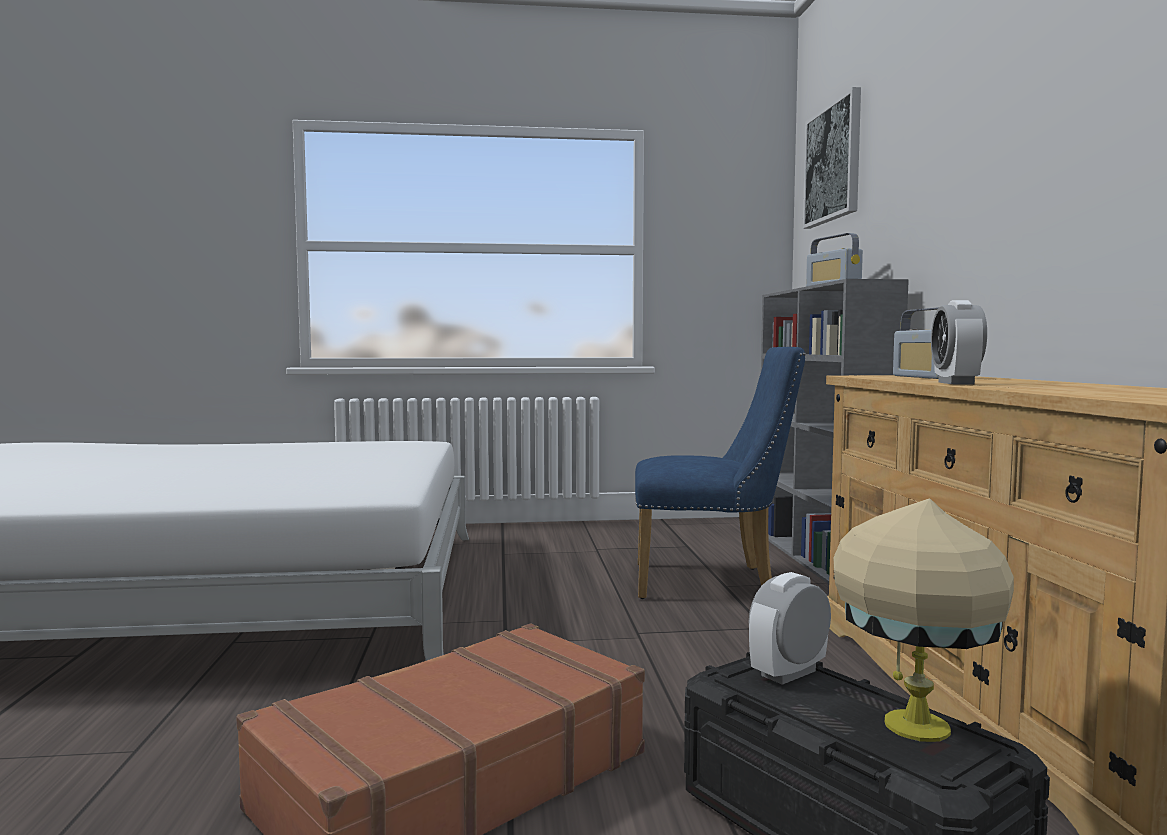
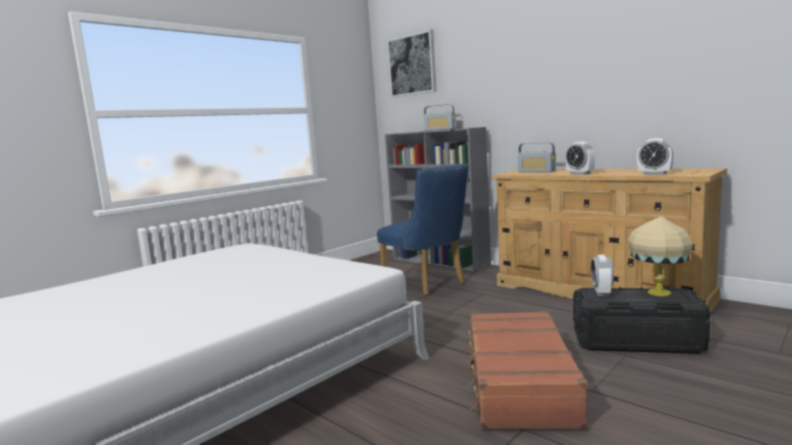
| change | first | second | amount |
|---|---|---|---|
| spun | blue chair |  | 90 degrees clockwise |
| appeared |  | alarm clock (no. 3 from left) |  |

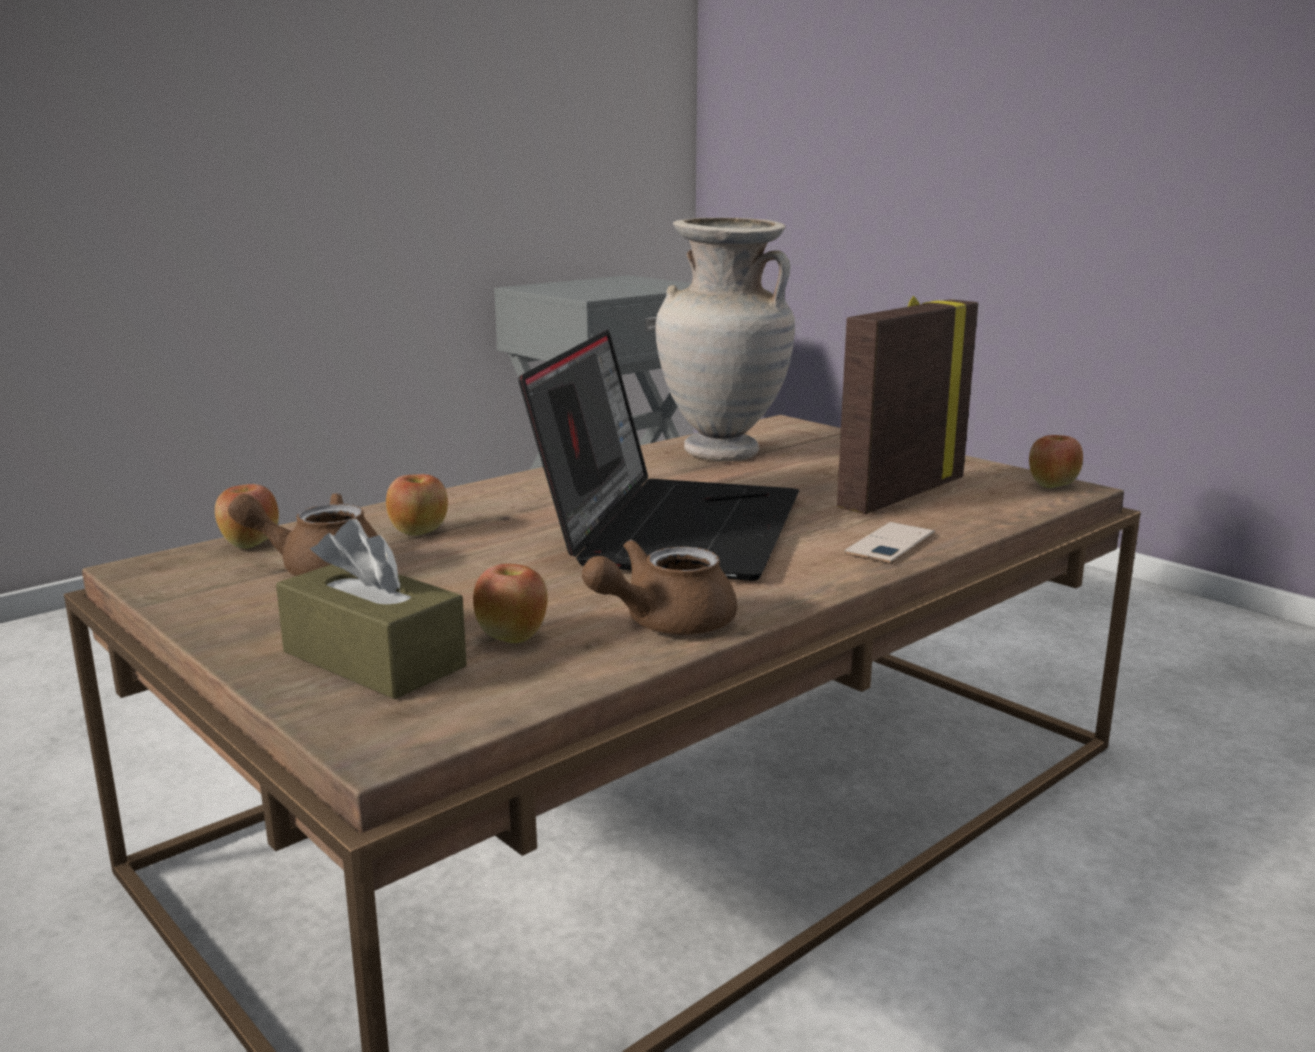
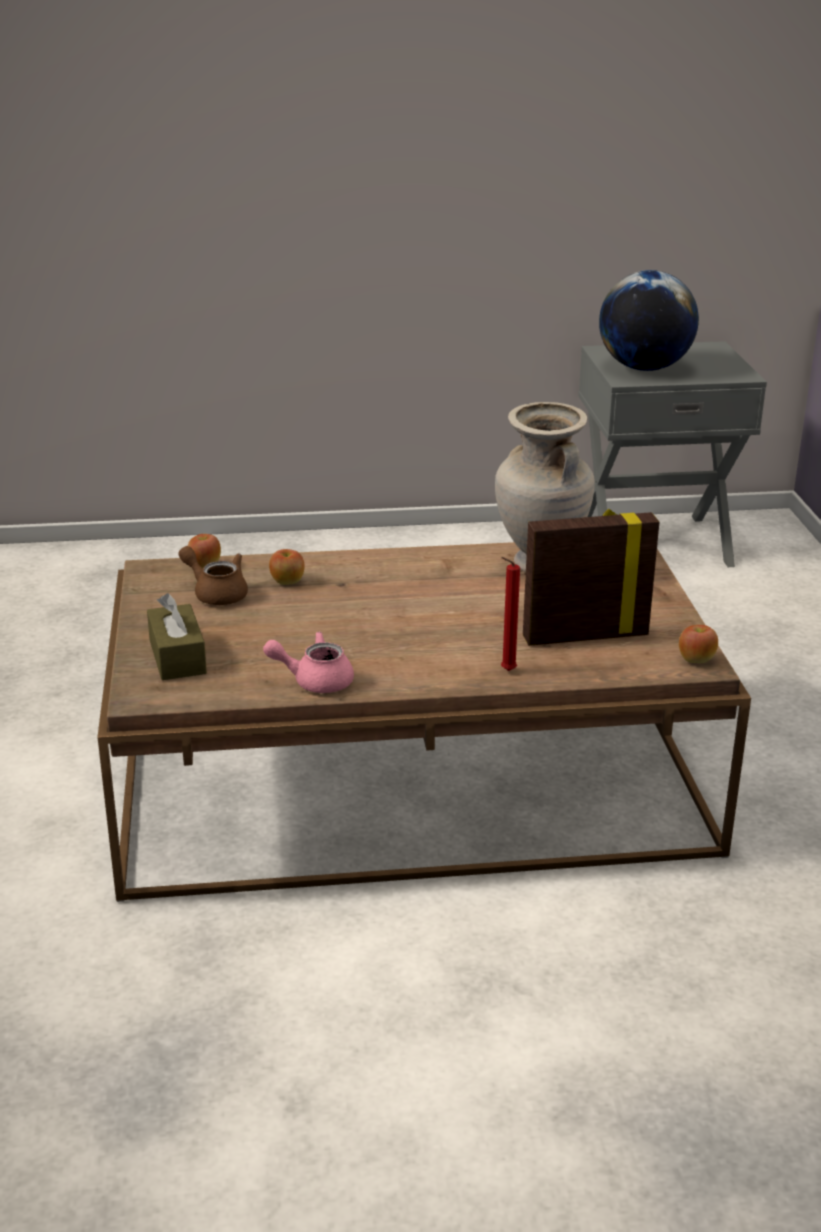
| change | first | second | amount |
|---|---|---|---|
| colour | brown teapot (no. 2 from left) | pink teapot |  |
| exchanged | phone | red candle |  |
| appeared |  | globe |  |
| missing | apple (no. 3 from left) |  |  |
| missing | laptop |  |  |

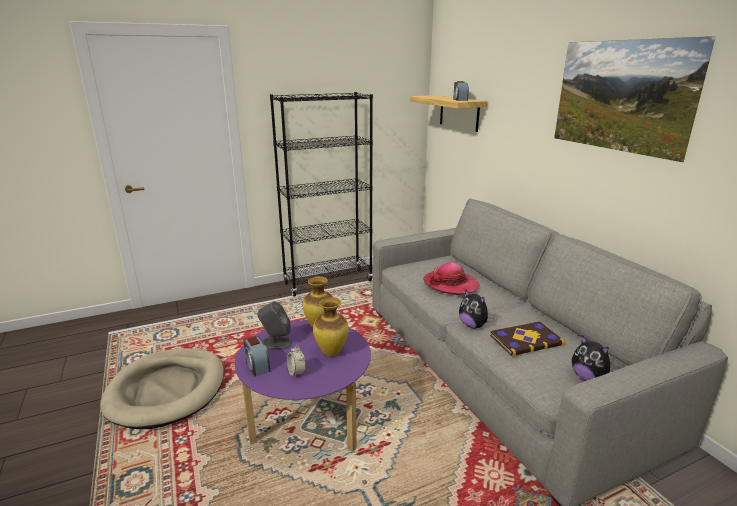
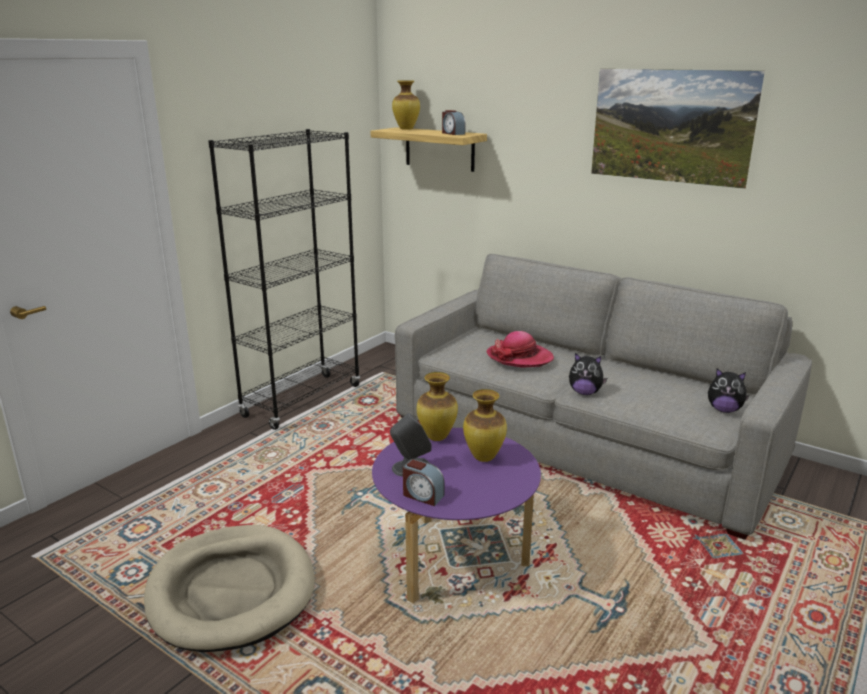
| change | first | second | amount |
|---|---|---|---|
| appeared |  | vase (no. 1 from left) |  |
| missing | alarm clock (no. 2 from left) |  |  |
| missing | book |  |  |

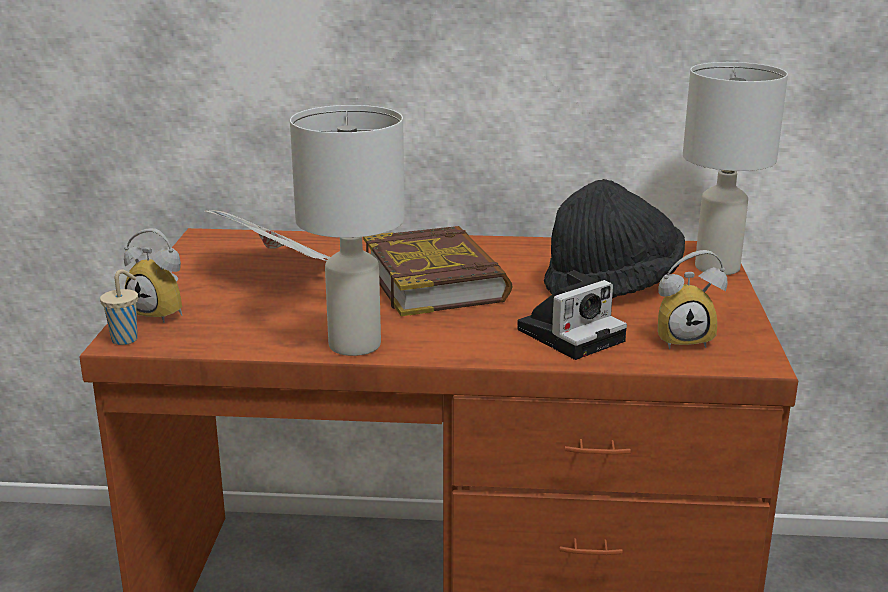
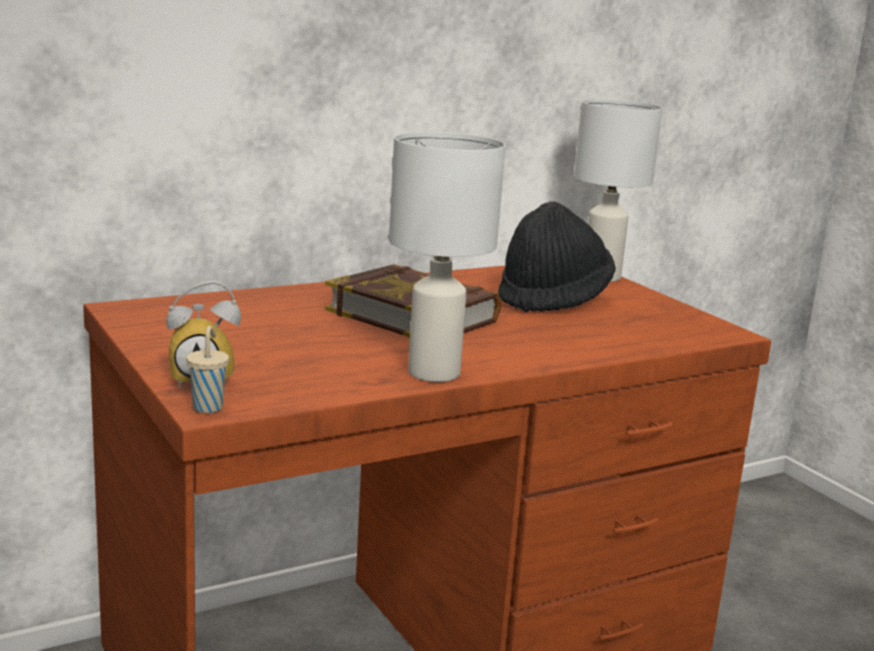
| change | first | second | amount |
|---|---|---|---|
| missing | newspaper |  |  |
| missing | photo camera |  |  |
| missing | alarm clock (no. 2 from left) |  |  |

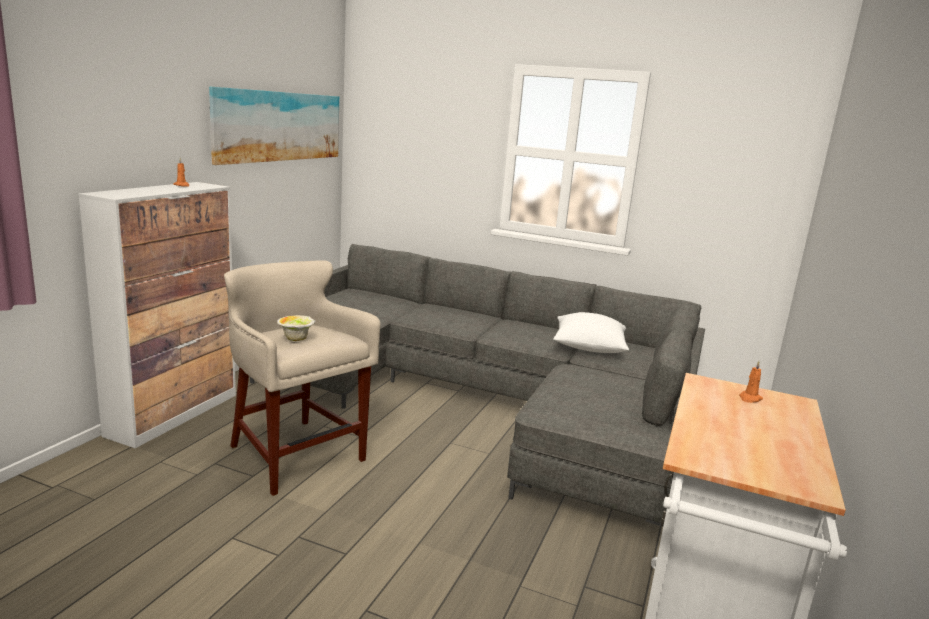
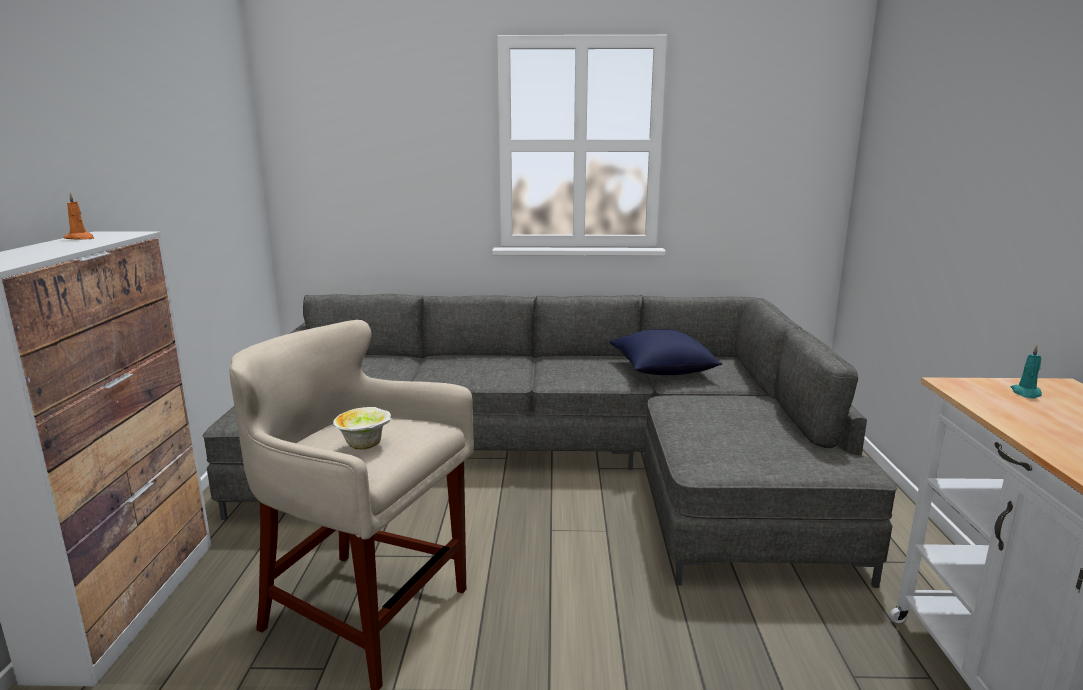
| change | first | second | amount |
|---|---|---|---|
| colour | white pillow | blue pillow |  |
| colour | orange candle (no. 2 from left) | turquoise candle |  |
| missing | picture |  |  |

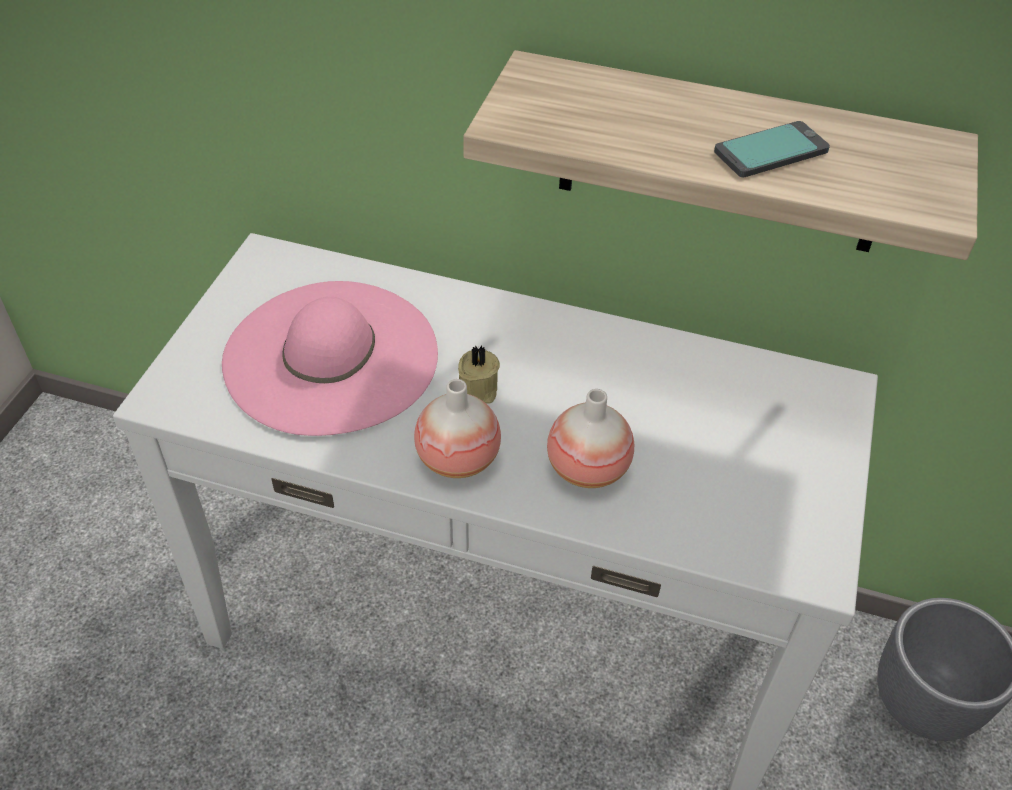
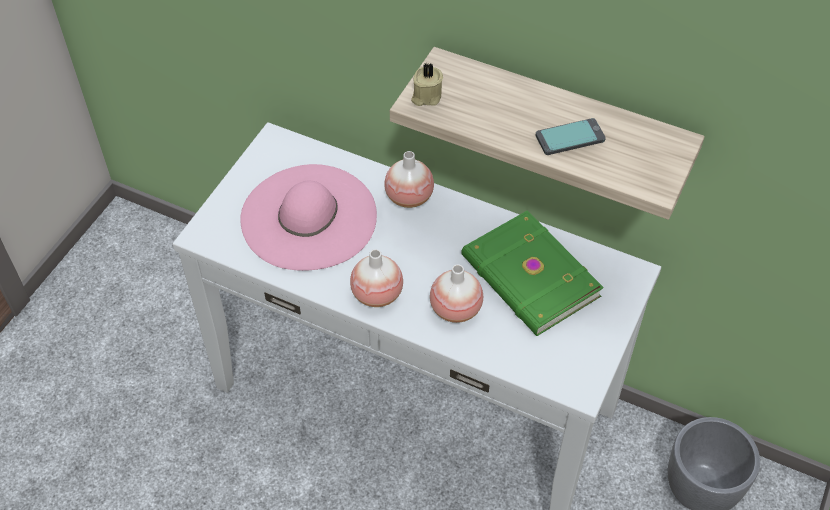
| change | first | second | amount |
|---|---|---|---|
| appeared |  | vase (no. 2 from left) |  |
| relocated | beige candle |  |  |
| appeared |  | green book |  |

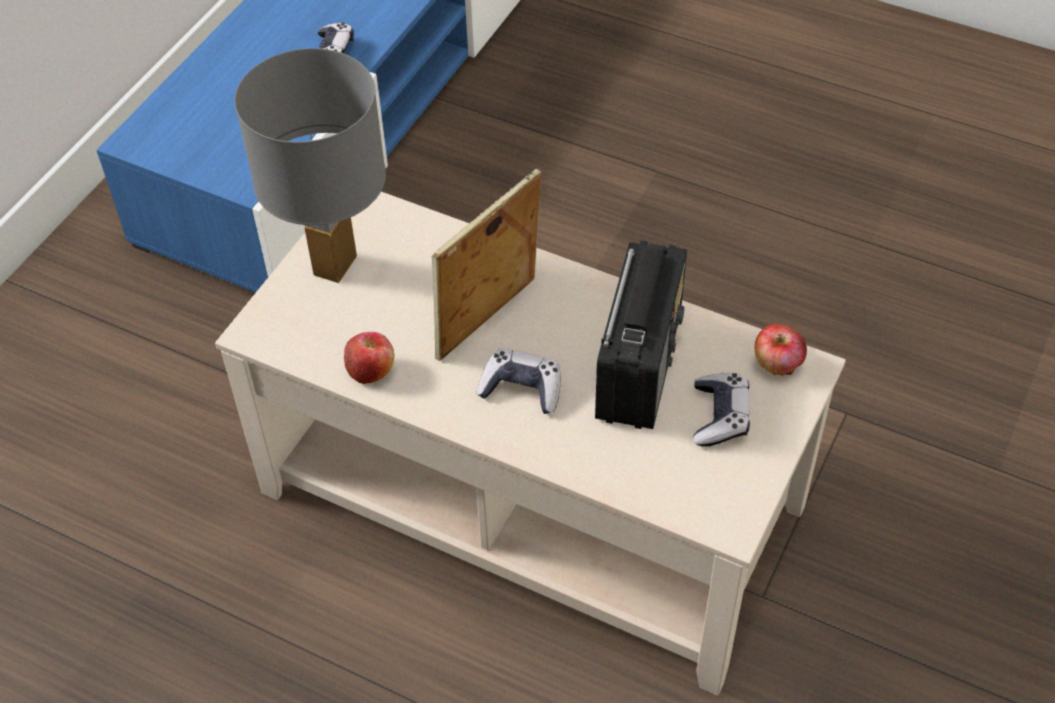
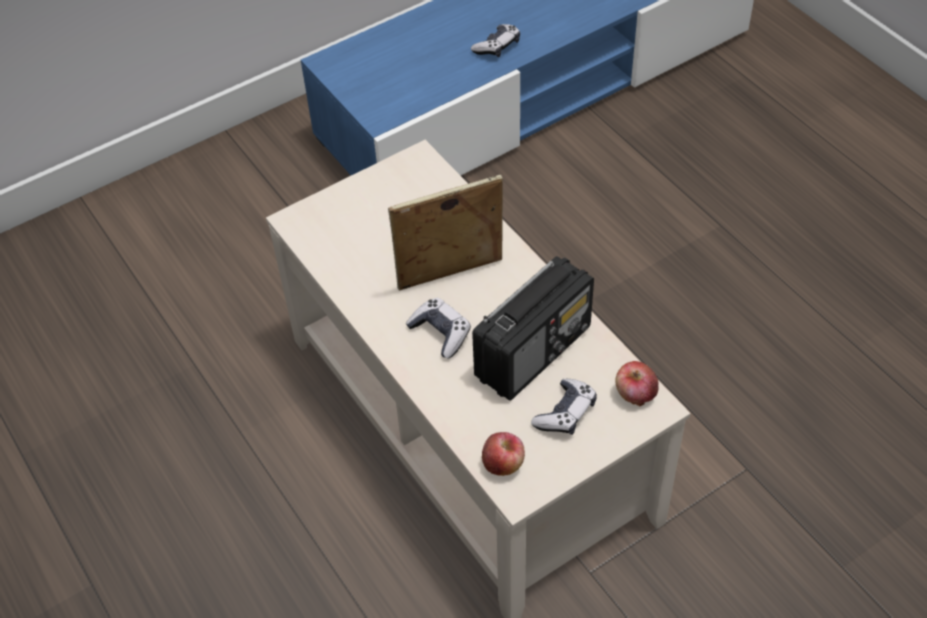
| change | first | second | amount |
|---|---|---|---|
| relocated | apple (no. 1 from left) |  |  |
| missing | grey table lamp |  |  |

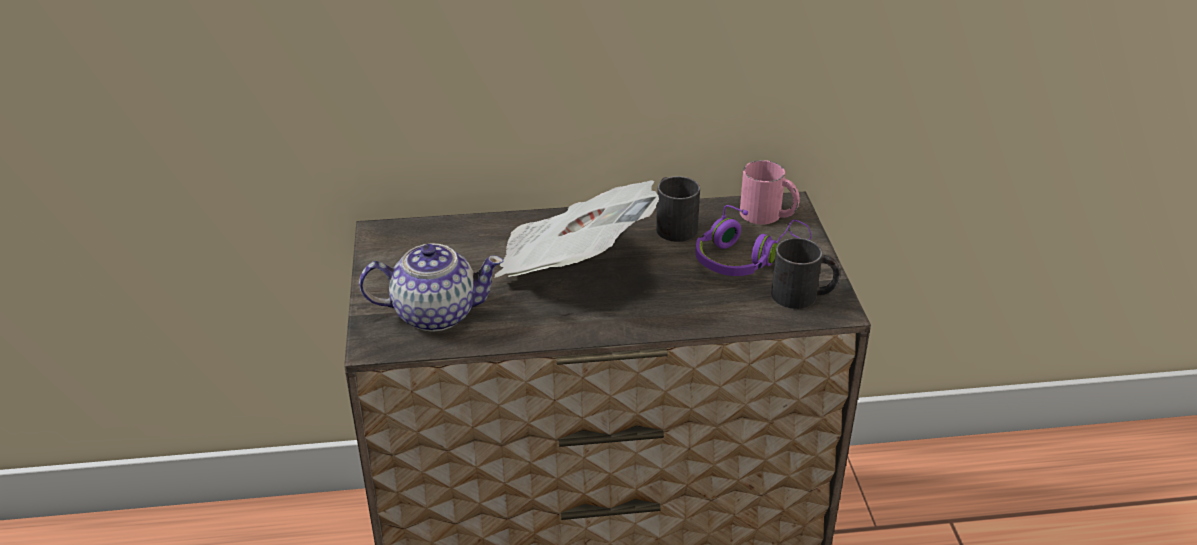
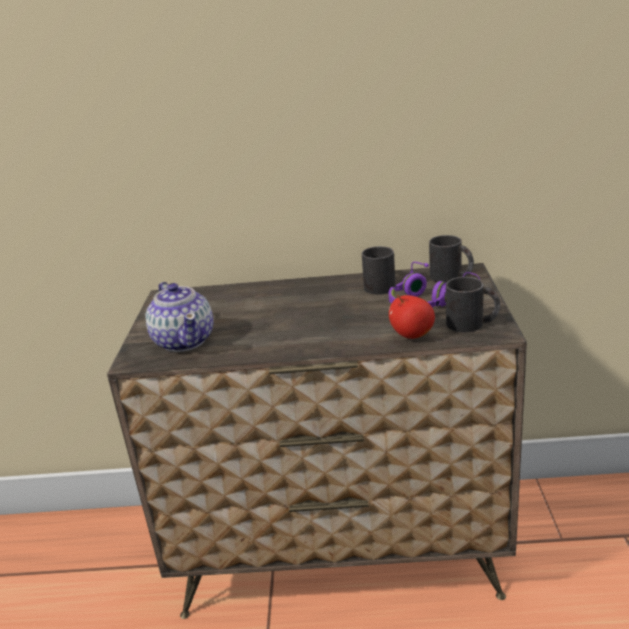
| change | first | second | amount |
|---|---|---|---|
| spun | teapot |  | 60 degrees clockwise |
| appeared |  | apple |  |
| colour | pink mug | black mug (no. 2 from left) |  |
| missing | newspaper |  |  |

